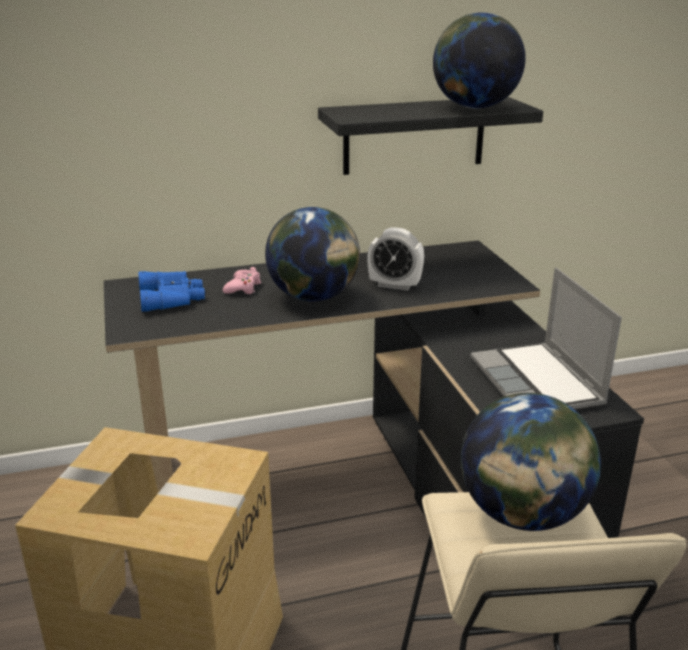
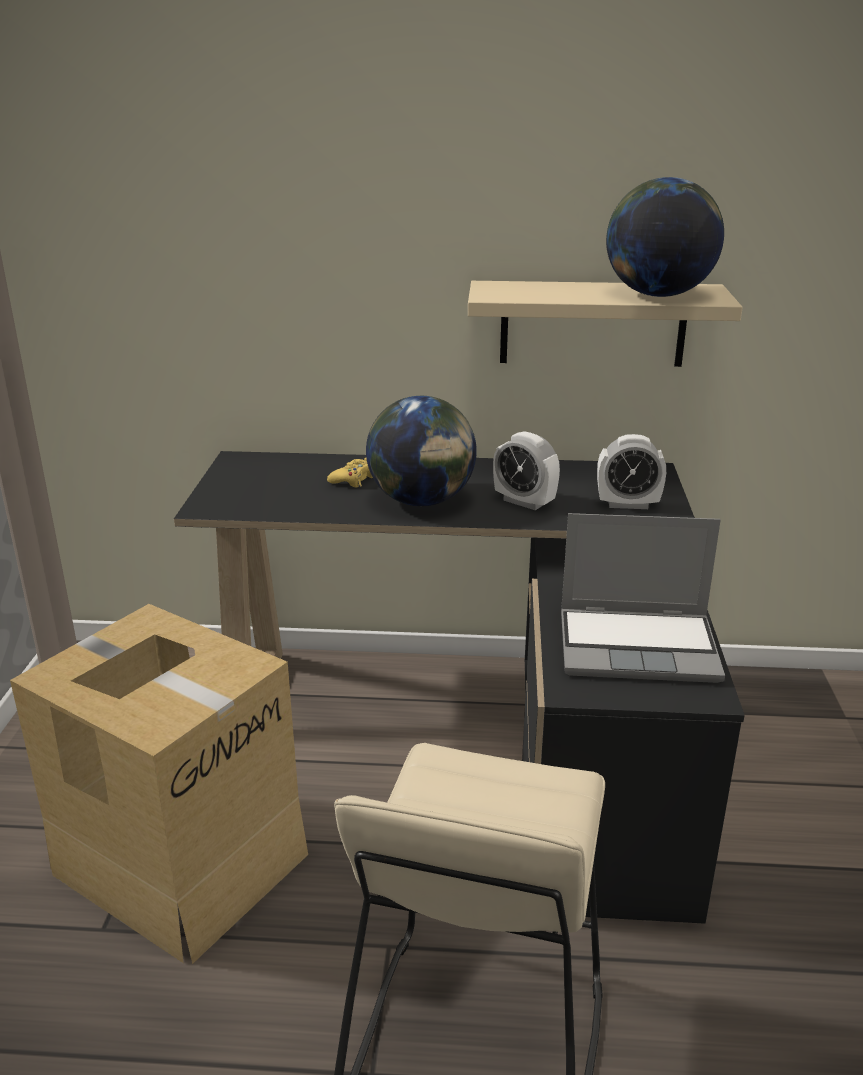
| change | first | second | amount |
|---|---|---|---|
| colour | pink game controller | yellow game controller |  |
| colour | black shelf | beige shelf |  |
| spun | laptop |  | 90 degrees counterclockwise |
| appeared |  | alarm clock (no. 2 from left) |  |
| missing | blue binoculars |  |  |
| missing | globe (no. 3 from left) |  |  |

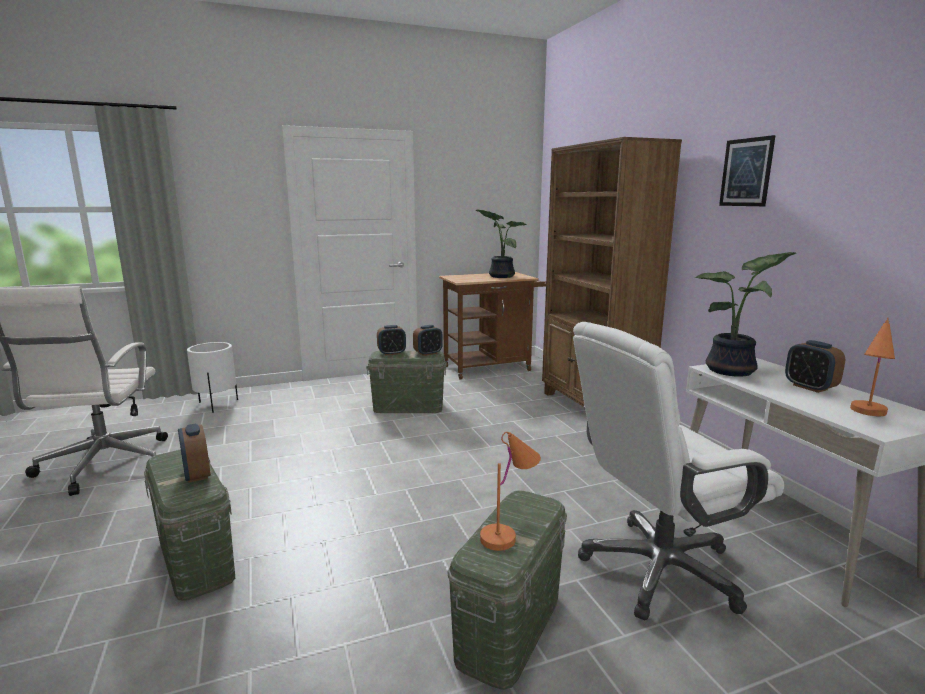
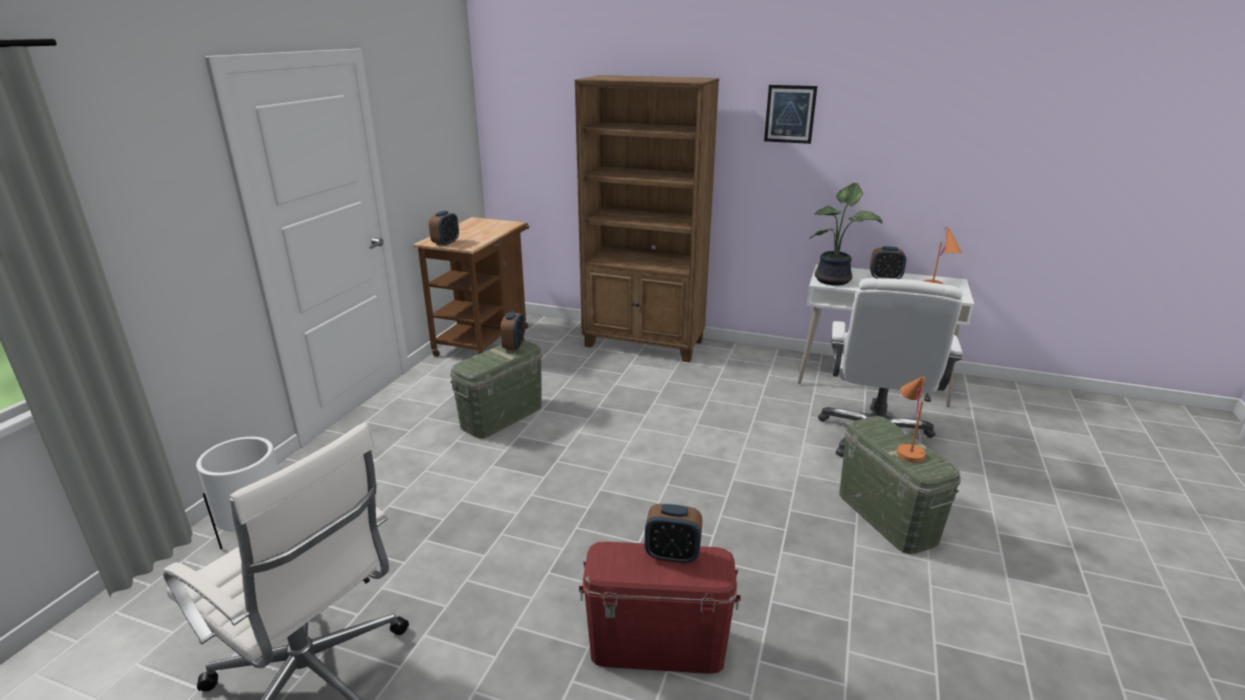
| change | first | second | amount |
|---|---|---|---|
| relocated | alarm clock (no. 2 from left in the first image) | alarm clock (no. 1 from left) |  |
| colour | green storage box (no. 1 from left) | red storage box |  |
| missing | potted plant (no. 1 from left) |  |  |

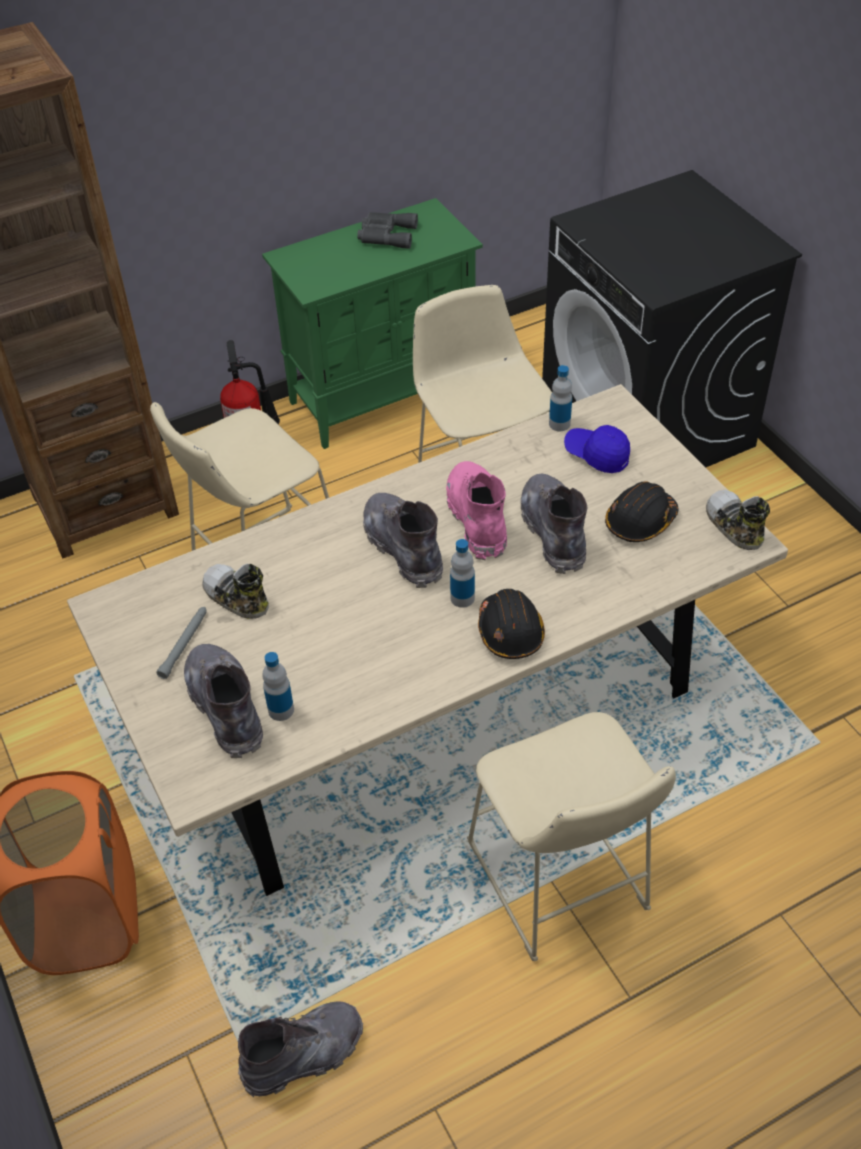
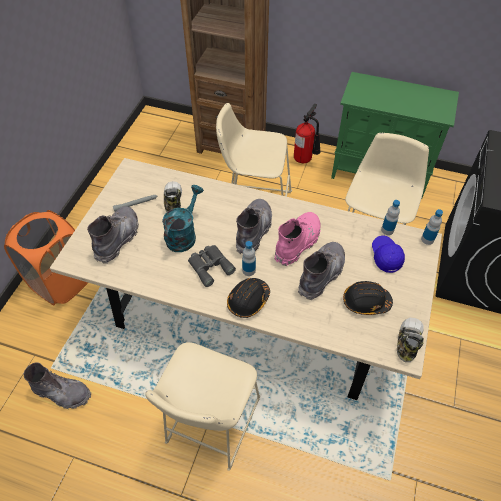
| change | first | second | amount |
|---|---|---|---|
| appeared |  | turquoise watering can |  |
| relocated | grey binoculars |  |  |
| relocated | bottle (no. 1 from left in the first image) | bottle (no. 3 from left) |  |

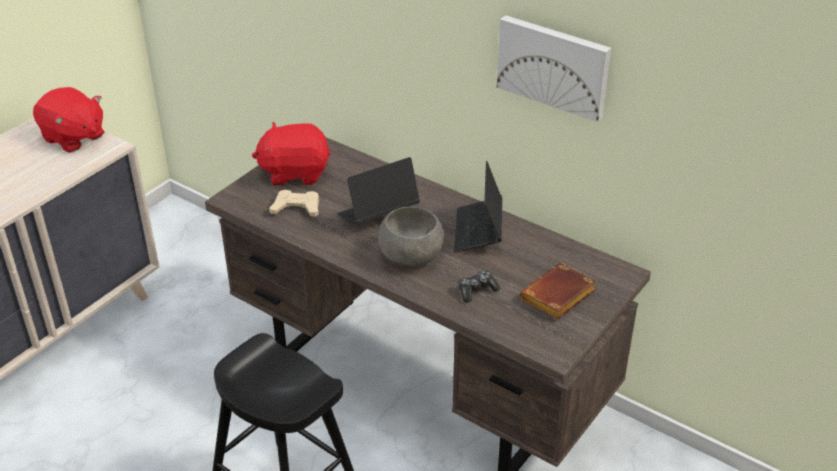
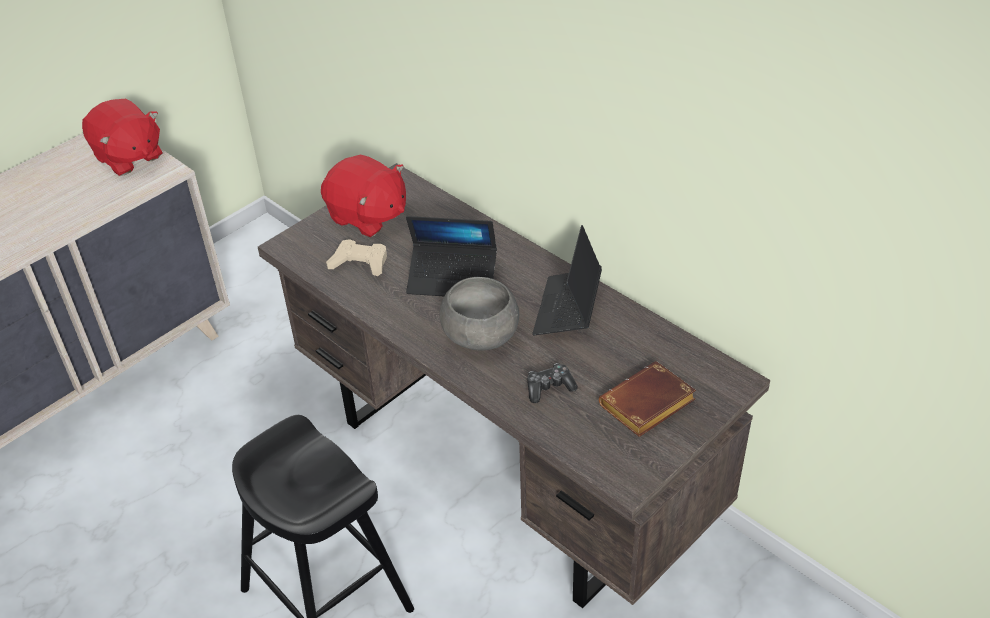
| change | first | second | amount |
|---|---|---|---|
| spun | red plush toy (no. 2 from left) |  | 150 degrees counterclockwise |
| spun | laptop (no. 1 from left) |  | 150 degrees counterclockwise |
| missing | picture |  |  |

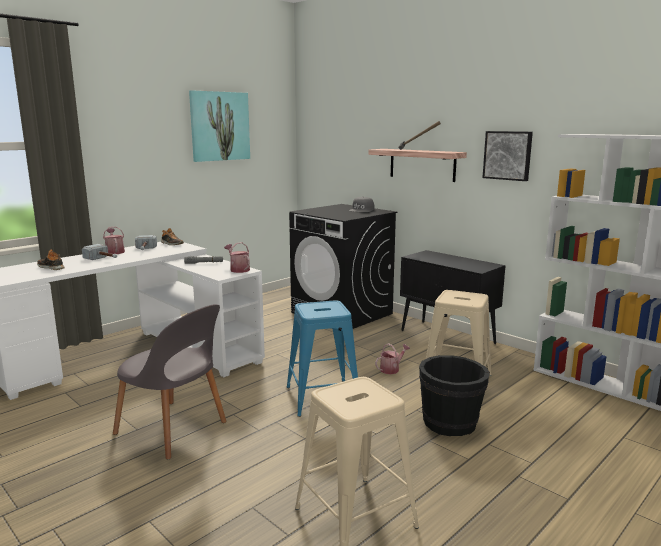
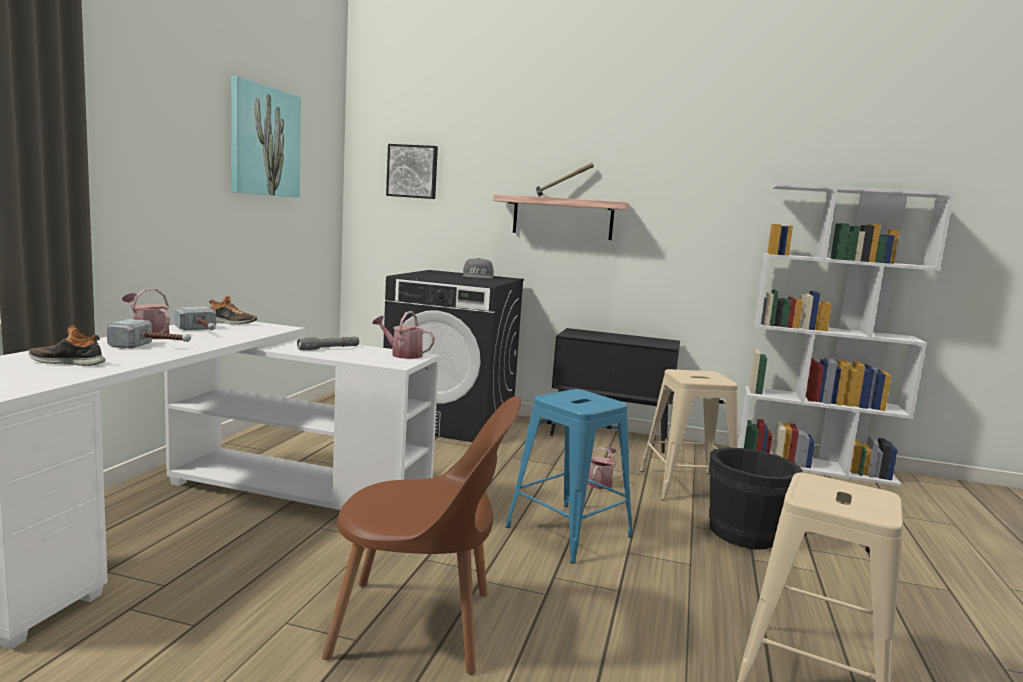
| change | first | second | amount |
|---|---|---|---|
| colour | grey chair | brown chair |  |
| relocated | picture (no. 2 from left) |  |  |

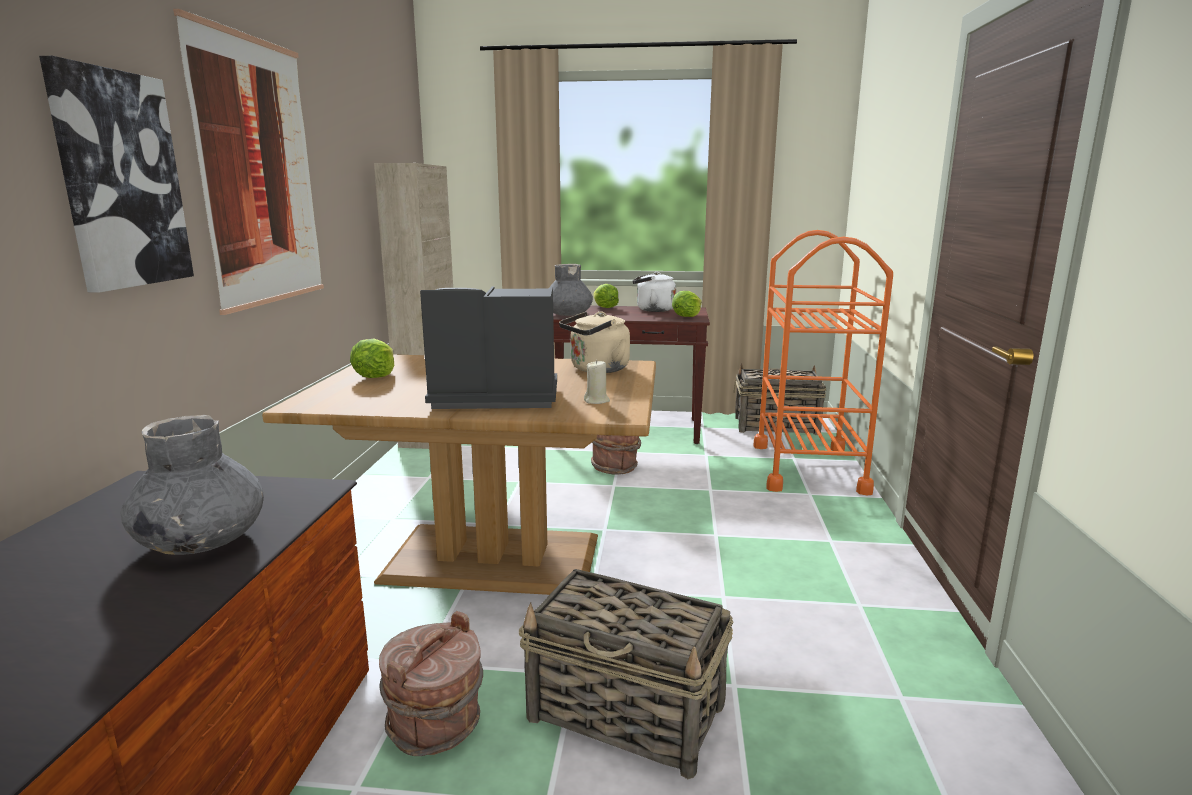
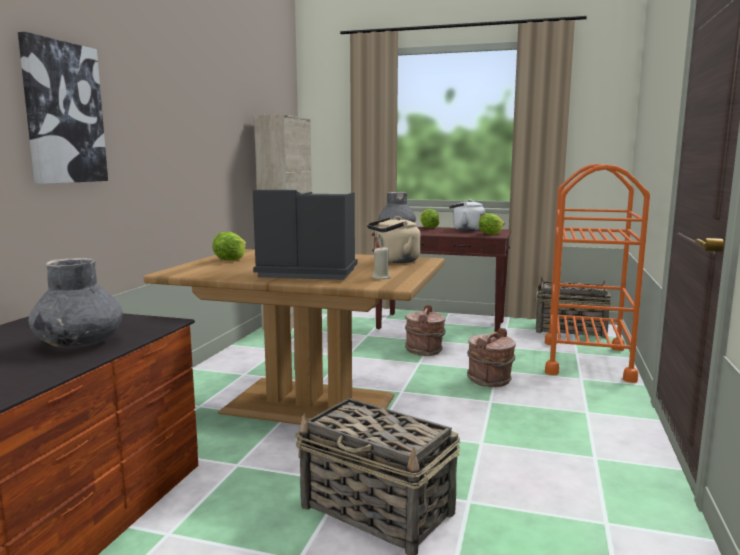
| change | first | second | amount |
|---|---|---|---|
| relocated | brown bucket (no. 1 from left in the first image) | brown bucket (no. 2 from left) |  |
| missing | picture (no. 2 from left) |  |  |

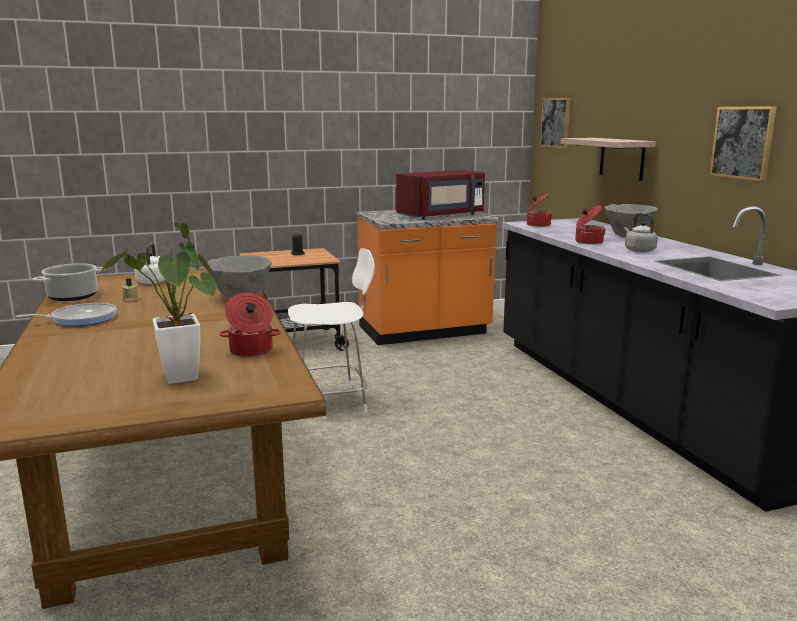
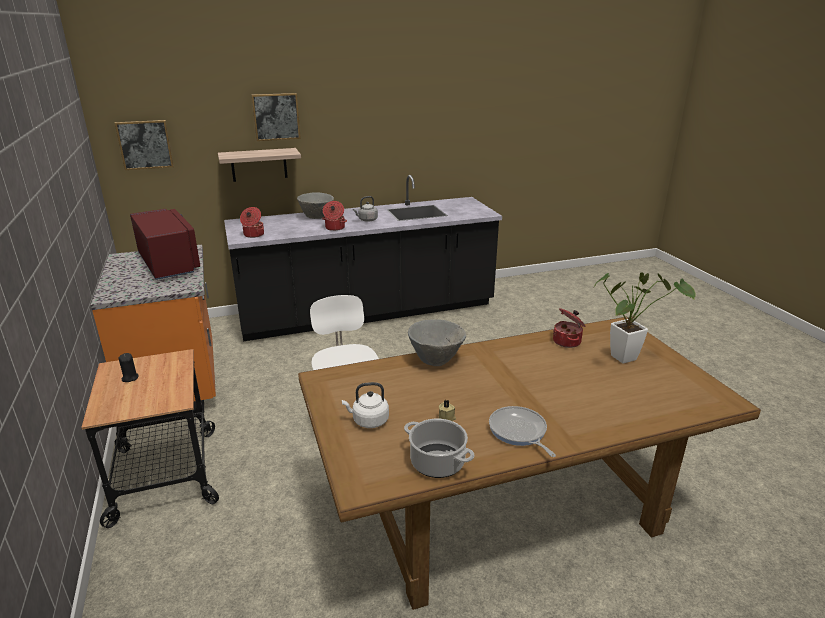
| change | first | second | amount |
|---|---|---|---|
| relocated | picture (no. 2 from left) |  |  |

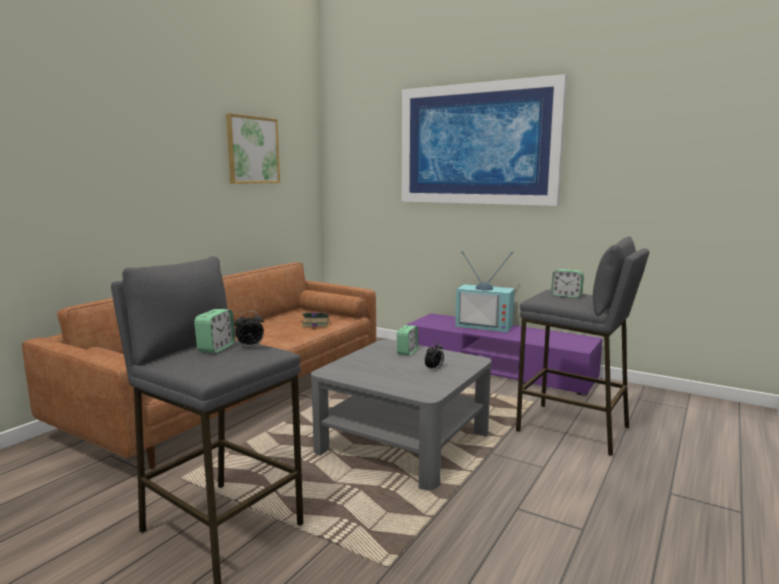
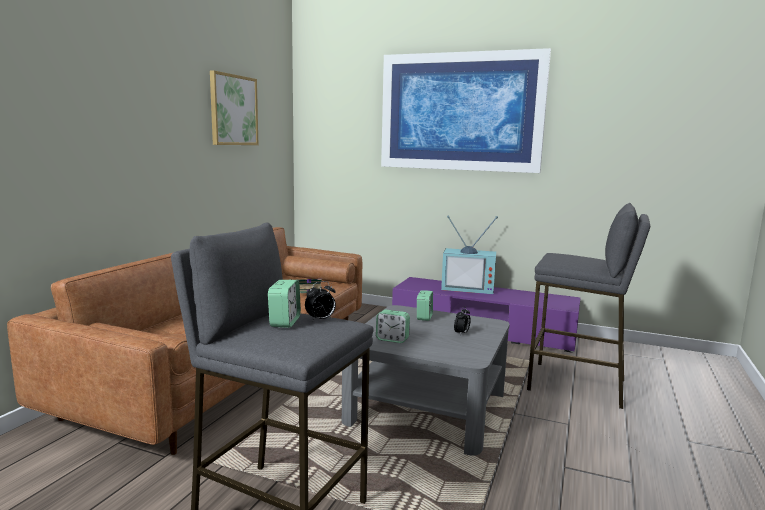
| change | first | second | amount |
|---|---|---|---|
| relocated | alarm clock (no. 5 from left in the first image) | alarm clock (no. 3 from left) |  |

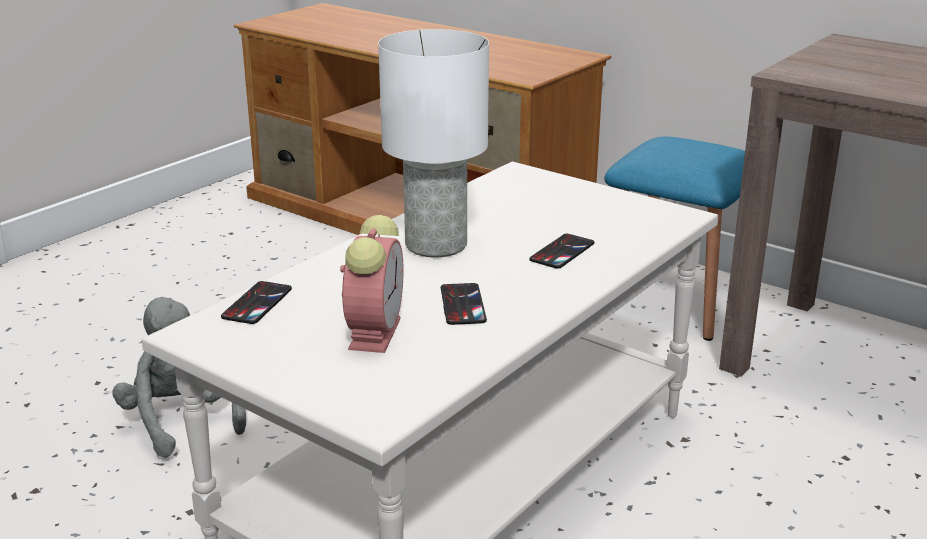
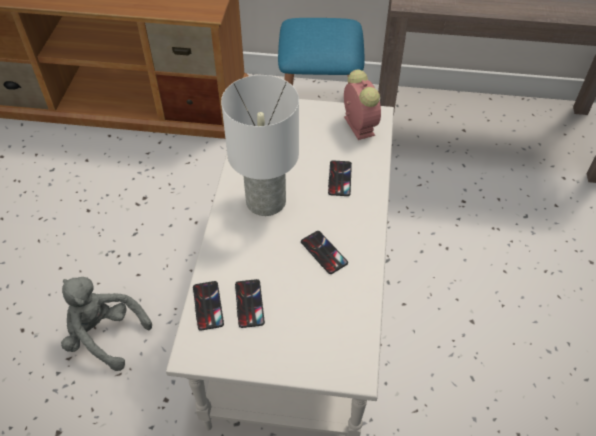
| change | first | second | amount |
|---|---|---|---|
| appeared |  | phone (no. 2 from left) |  |
| relocated | alarm clock |  |  |

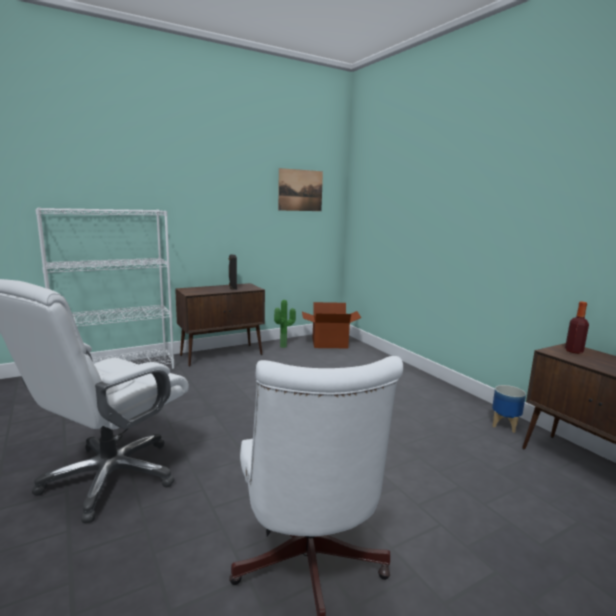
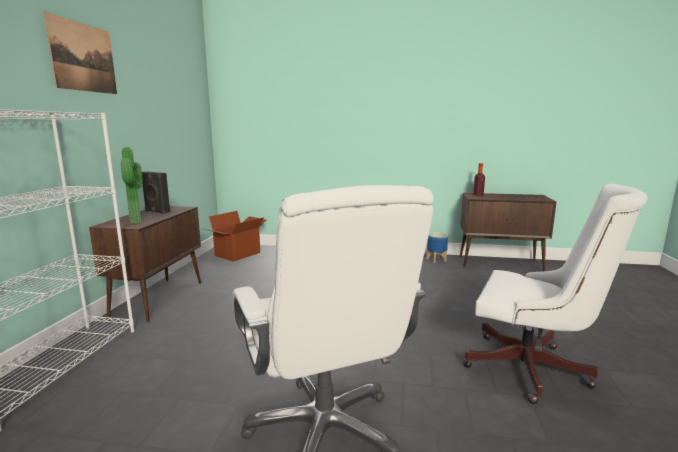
| change | first | second | amount |
|---|---|---|---|
| relocated | picture |  |  |
| relocated | potted plant |  |  |

